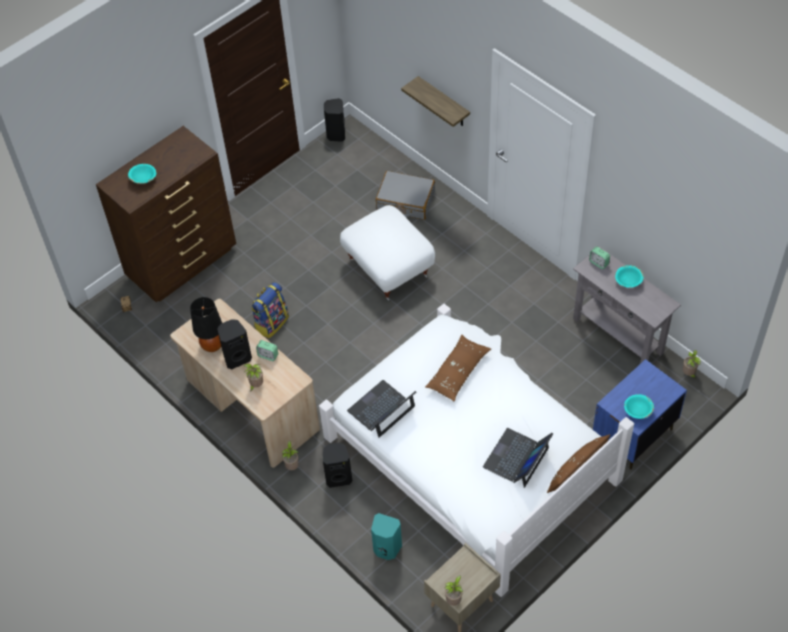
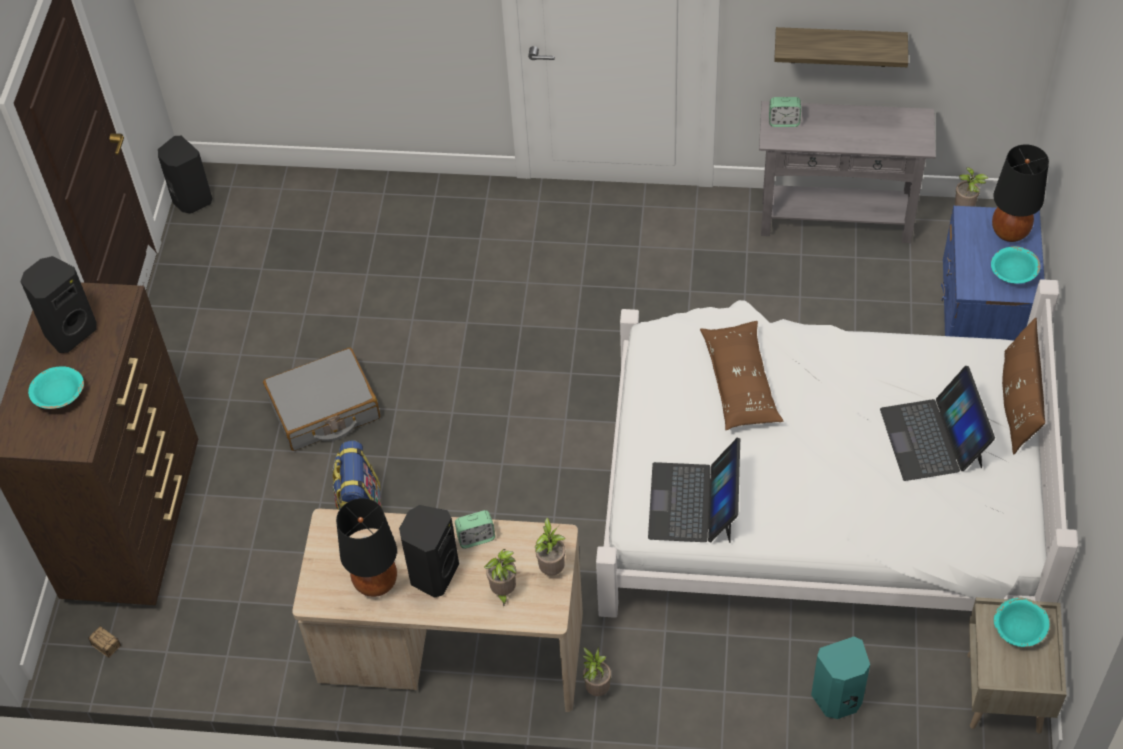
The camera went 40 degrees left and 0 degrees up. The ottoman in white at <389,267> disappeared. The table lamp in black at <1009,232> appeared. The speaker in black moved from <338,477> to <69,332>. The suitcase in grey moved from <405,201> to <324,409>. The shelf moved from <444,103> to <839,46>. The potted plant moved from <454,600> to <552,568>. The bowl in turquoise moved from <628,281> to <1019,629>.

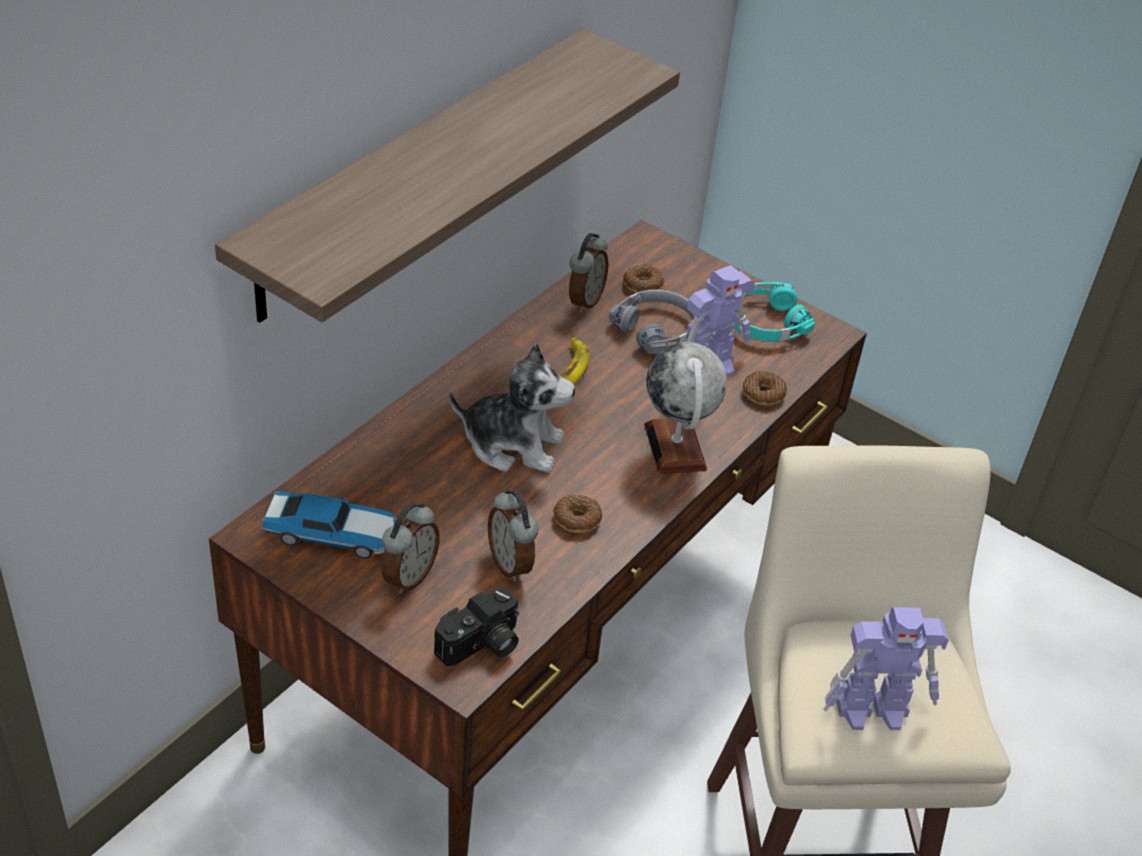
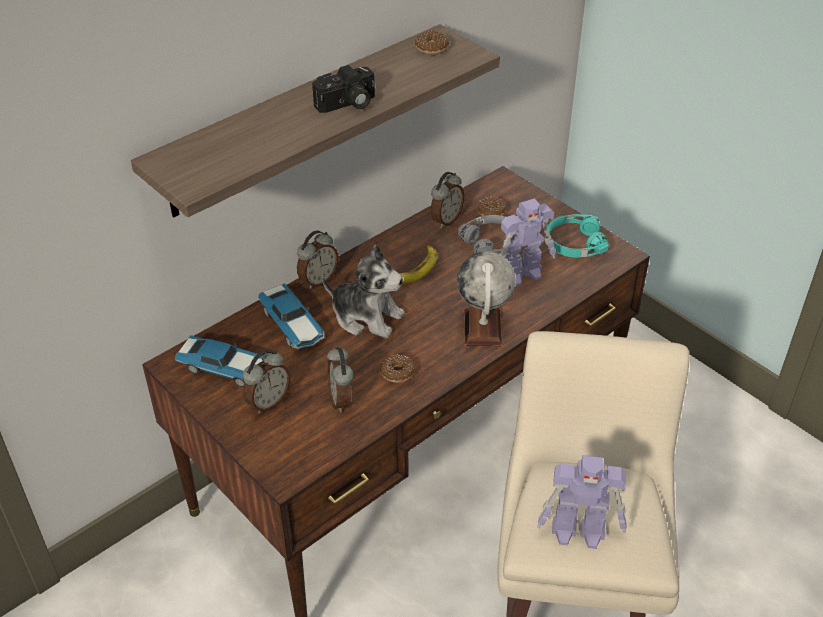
The camera went 15 degrees right and 0 degrees up. The toy car at <292,325> appeared. The alarm clock at <318,280> appeared. The photo camera moved from <481,645> to <347,104>. The donut moved from <763,394> to <432,48>.

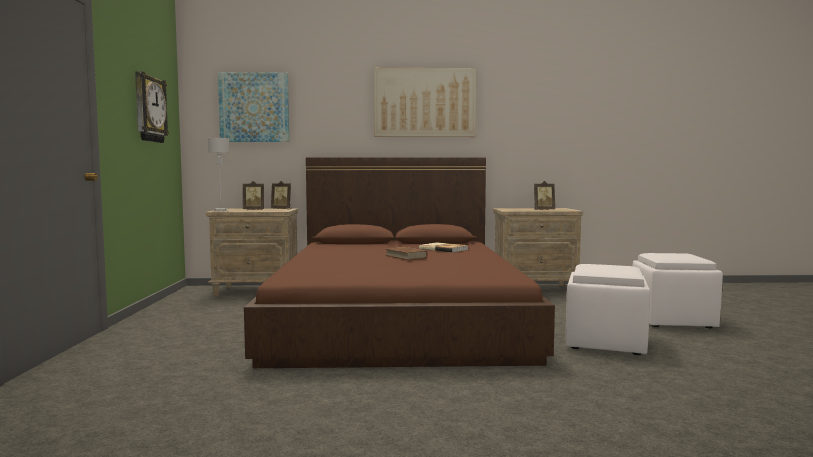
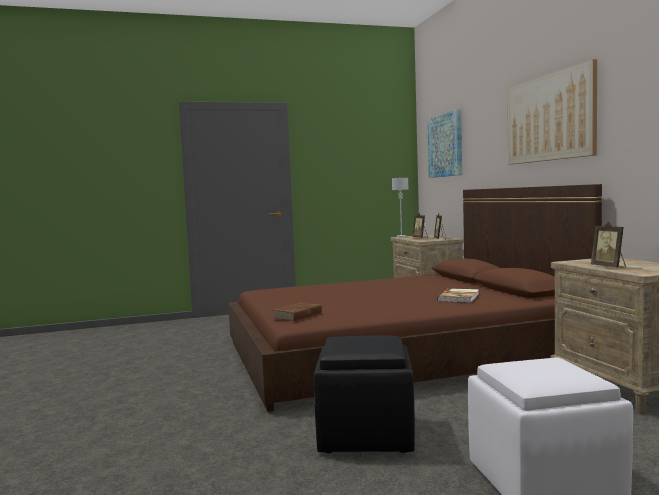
The camera went 75 degrees right and 0 degrees up. The wall clock at <149,109> disappeared. The book in brown moved from <406,256> to <298,315>. The ottoman in white at <606,342> became the ottoman in black at <365,435>.

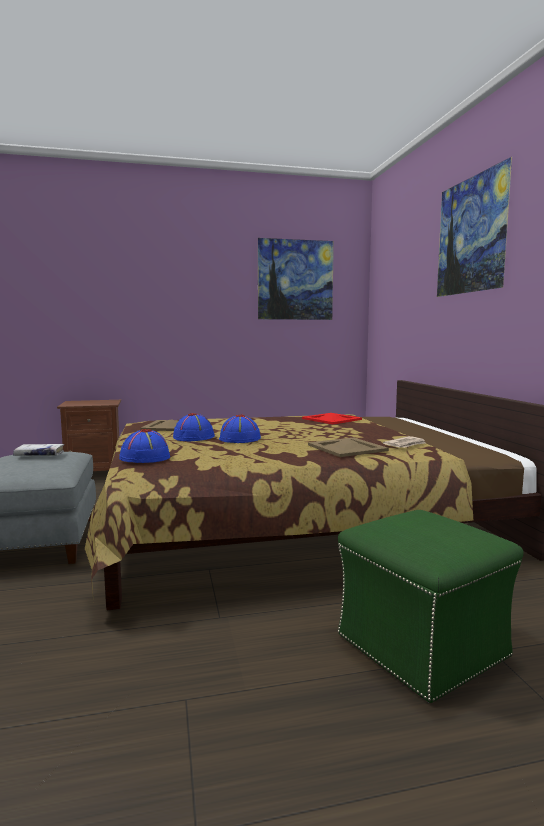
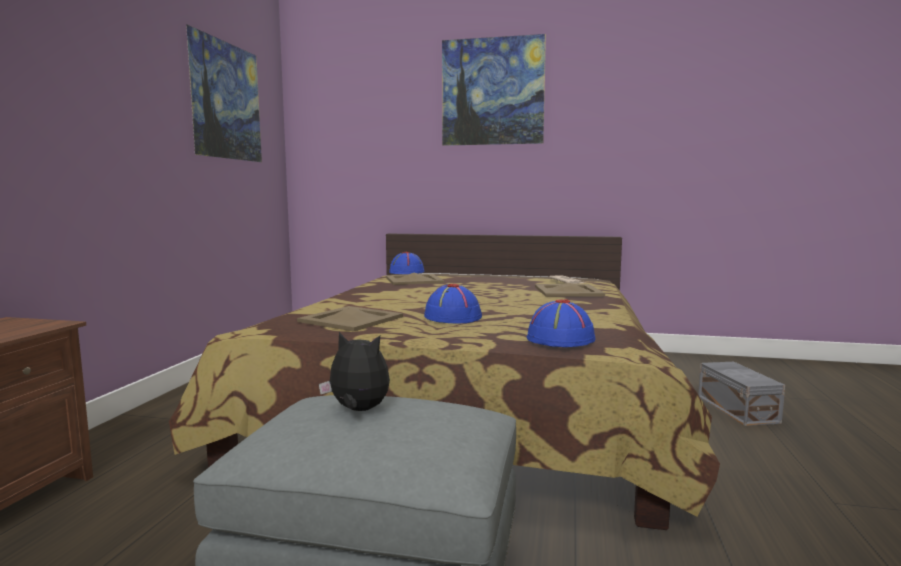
The camera went 65 degrees left and 0 degrees up. The hat in blue moved from <239,439> to <407,272>. The book in white at <39,455> was replaced by the plush toy at <358,410>. The ottoman in green at <423,646> was replaced by the storage box in grey at <737,409>. The tray in red at <331,419> became the tray in beige at <413,280>.

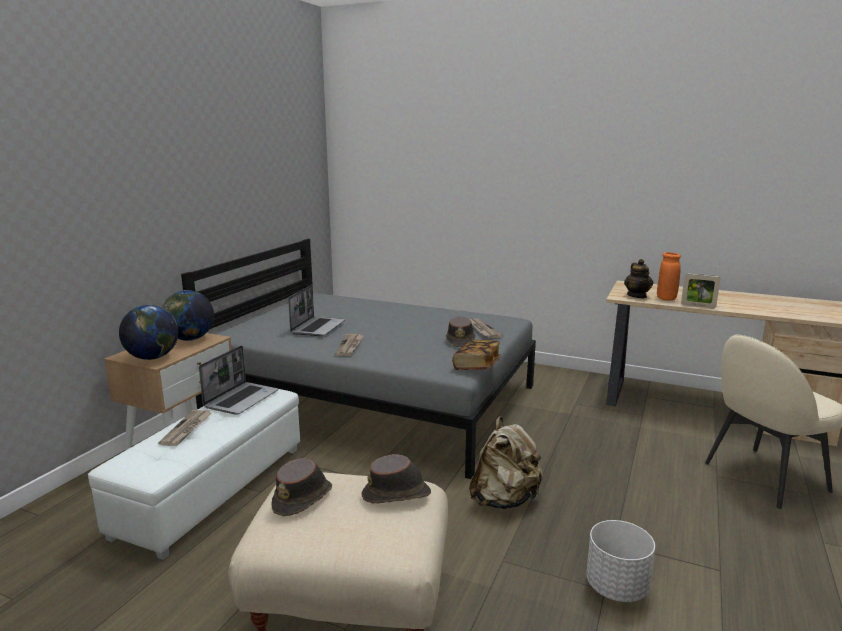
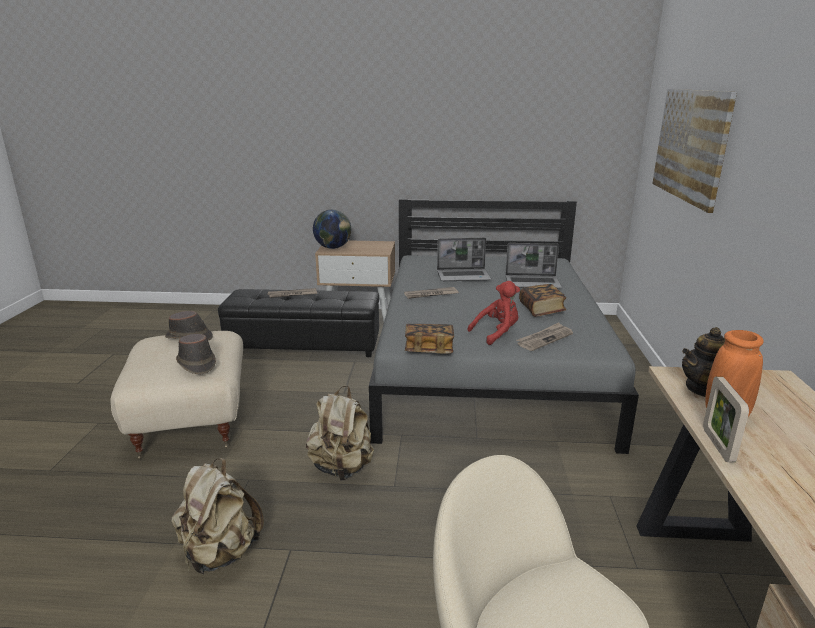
The camera went 70 degrees right and 5 degrees up. The globe at <190,339> disappeared. The book at <541,310> appeared. The picture at <690,145> appeared. The laptop moved from <241,399> to <533,283>. The hat in brown at <460,341> was replaced by the plush toy in red at <497,333>. The planter in white at <616,587> was replaced by the backpack in beige at <220,553>. The ottoman in white at <212,489> became the ottoman in black at <305,345>.

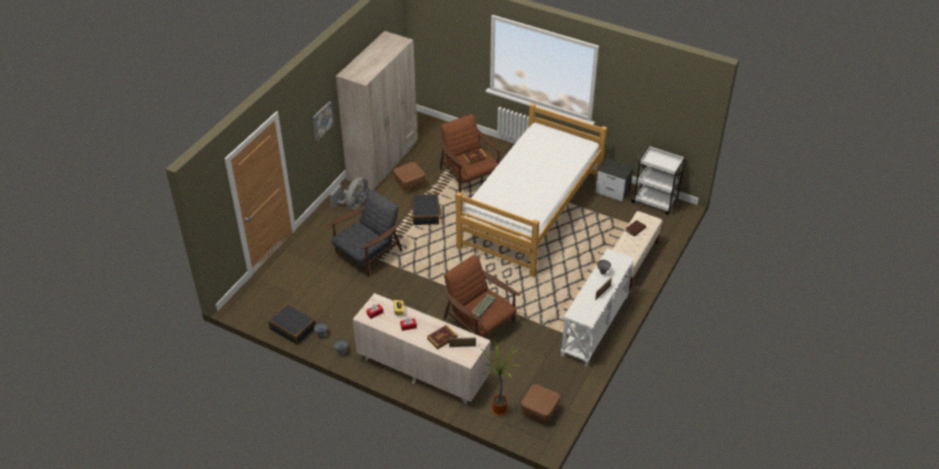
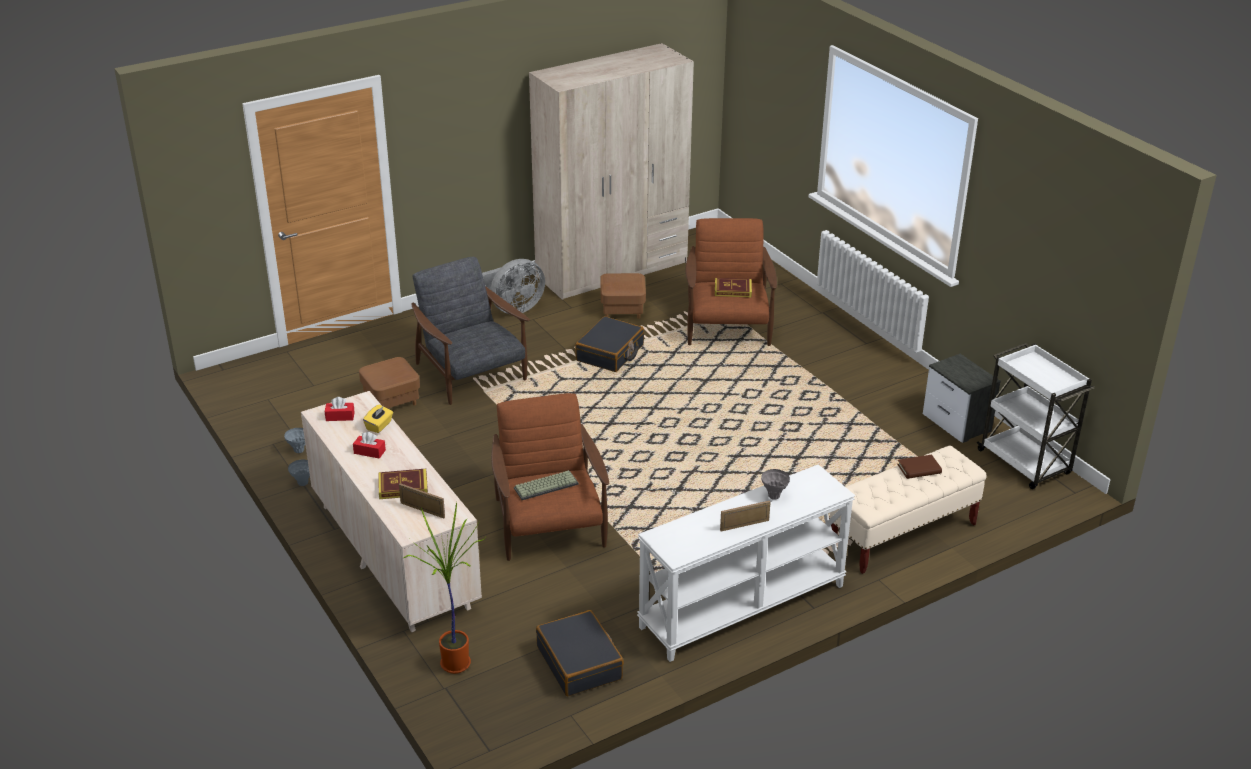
The camera went 30 degrees right and 10 degrees down. The picture at <322,120> disappeared. The bed at <531,213> disappeared. The suitcase in black moved from <293,328> to <580,663>. The ottoman in brown moved from <539,412> to <391,400>. The armchair in grey at <367,254> turned 105 degrees counterclockwise.

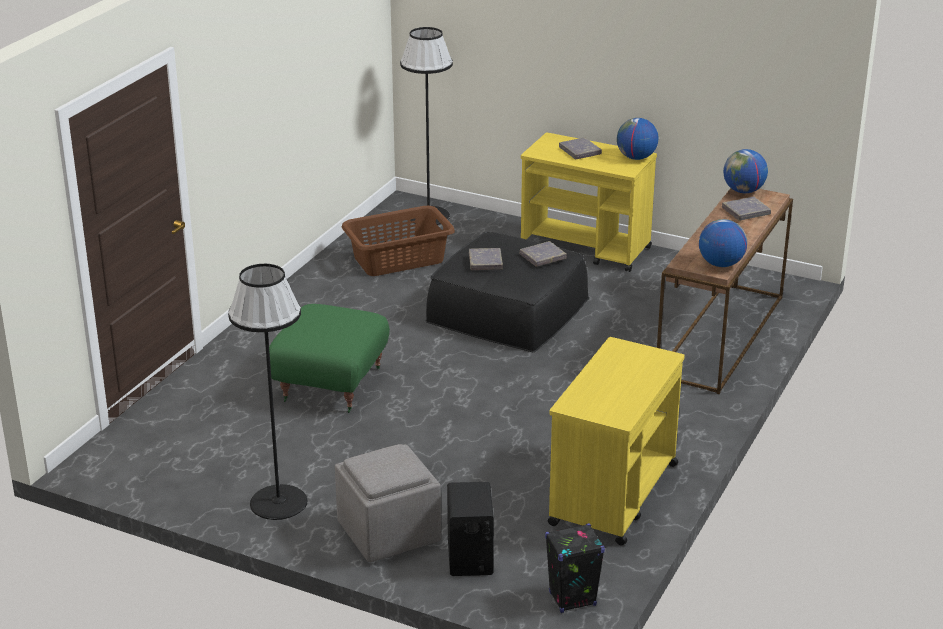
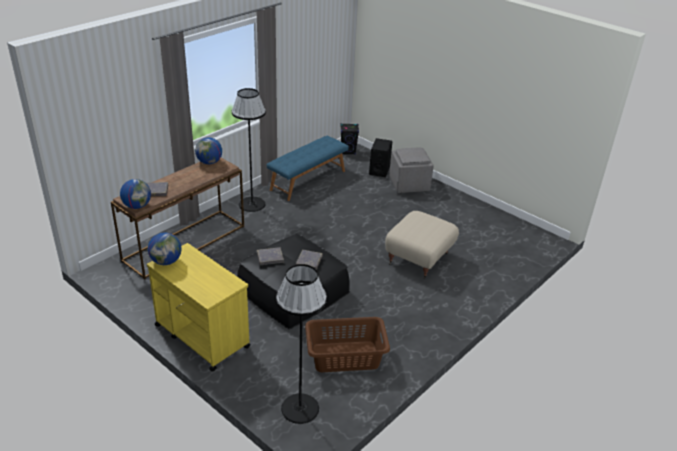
The camera went 165 degrees left and 5 degrees up. The book in grey at <580,151> disappeared. The floor lamp in black moved from <278,502> to <252,204>. The cart in yellow at <613,494> was replaced by the bench in blue at <308,180>. The ottoman in green at <332,384> became the ottoman in beige at <418,259>.

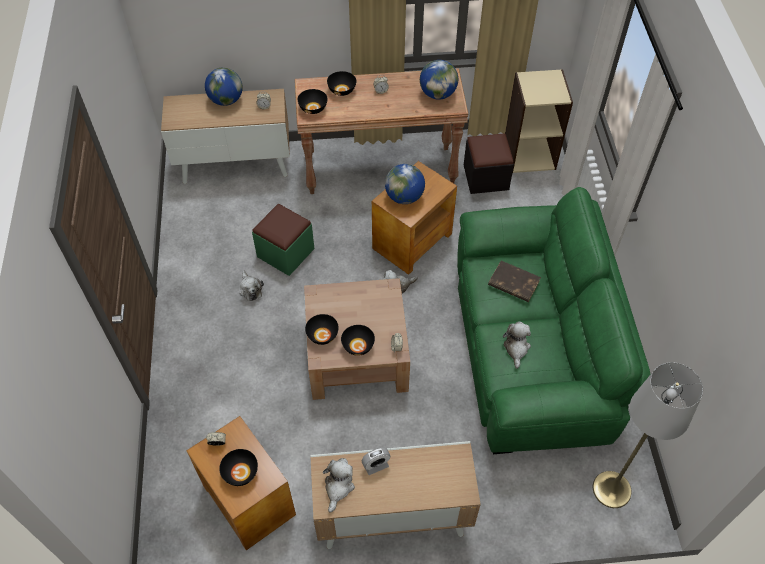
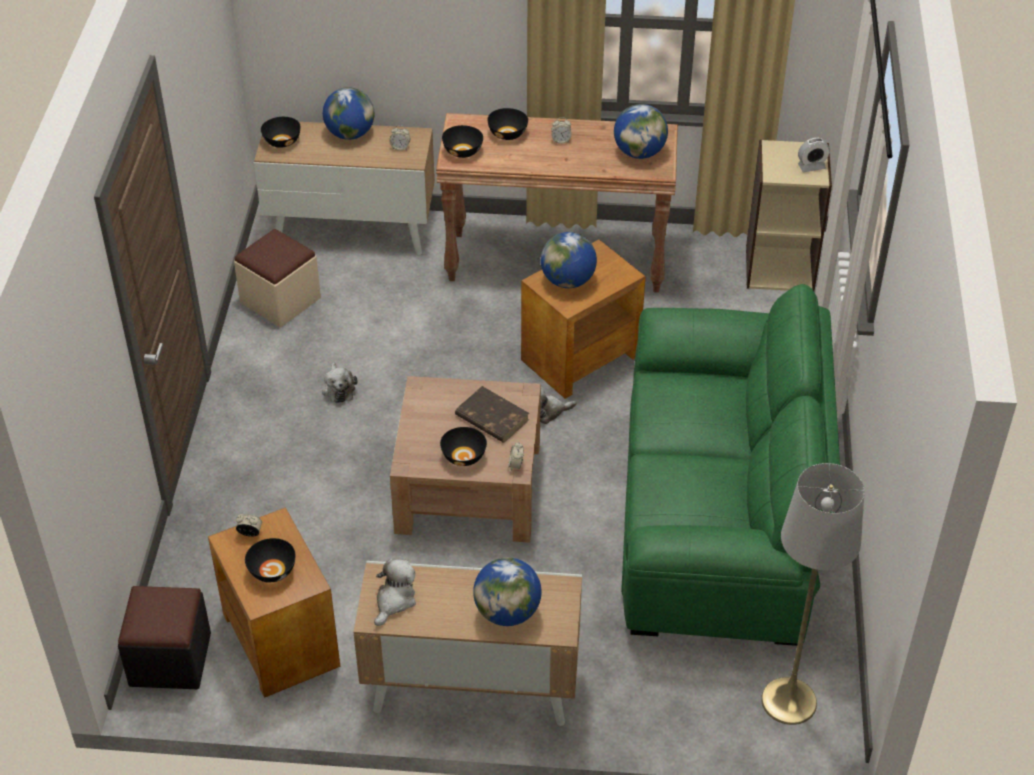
The camera went 10 degrees right and 10 degrees down. The ottoman in green at <285,252> disappeared. The plush toy at <516,348> disappeared. The ottoman in beige at <280,300> appeared. The globe at <507,612> appeared. The bowl in black moved from <322,335> to <282,141>. The alarm clock moved from <376,465> to <811,167>. The ottoman in black moved from <486,177> to <170,659>. The book in brown moved from <513,283> to <491,417>.

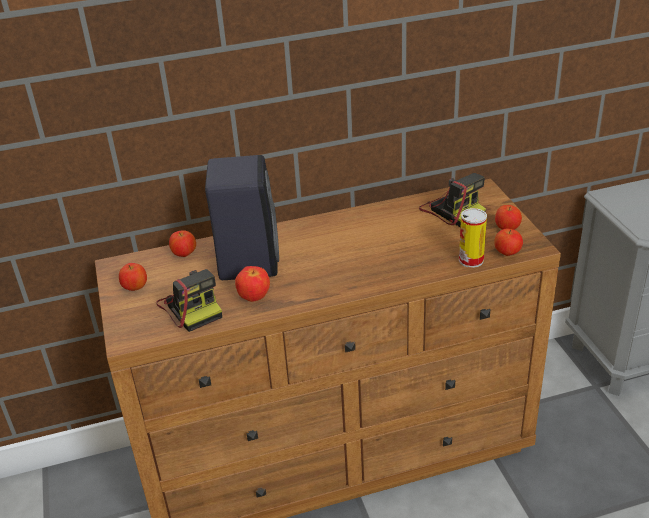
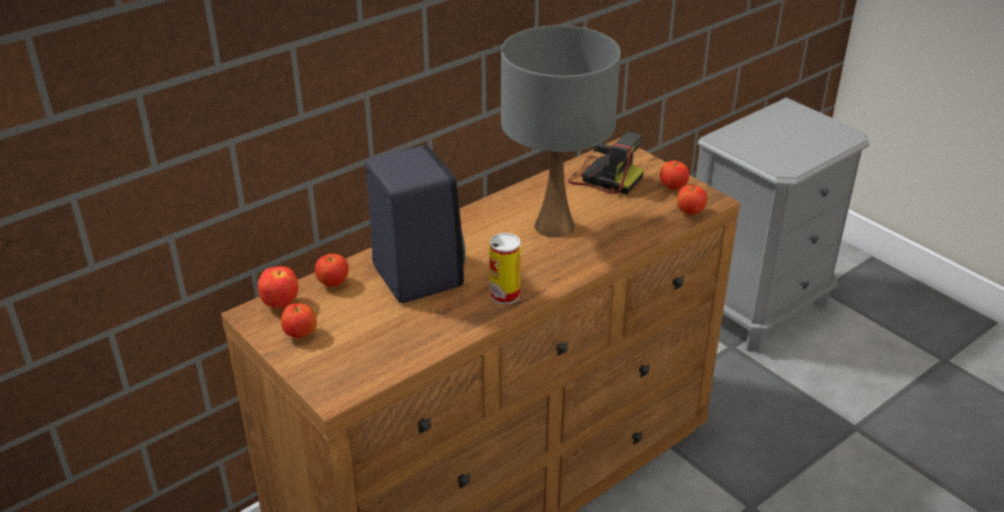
The camera went 25 degrees left and 0 degrees up. The photo camera at <191,307> disappeared. The table lamp in grey at <554,226> appeared. The apple moved from <254,298> to <281,304>. The can moved from <471,260> to <504,295>.

